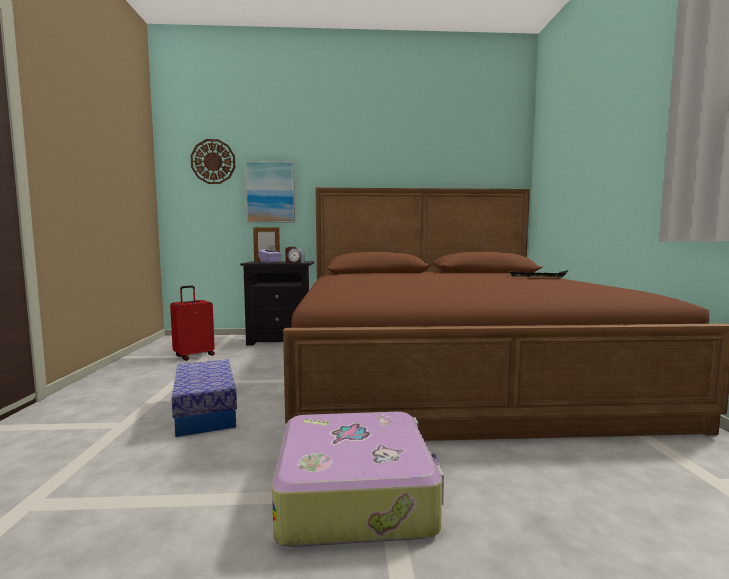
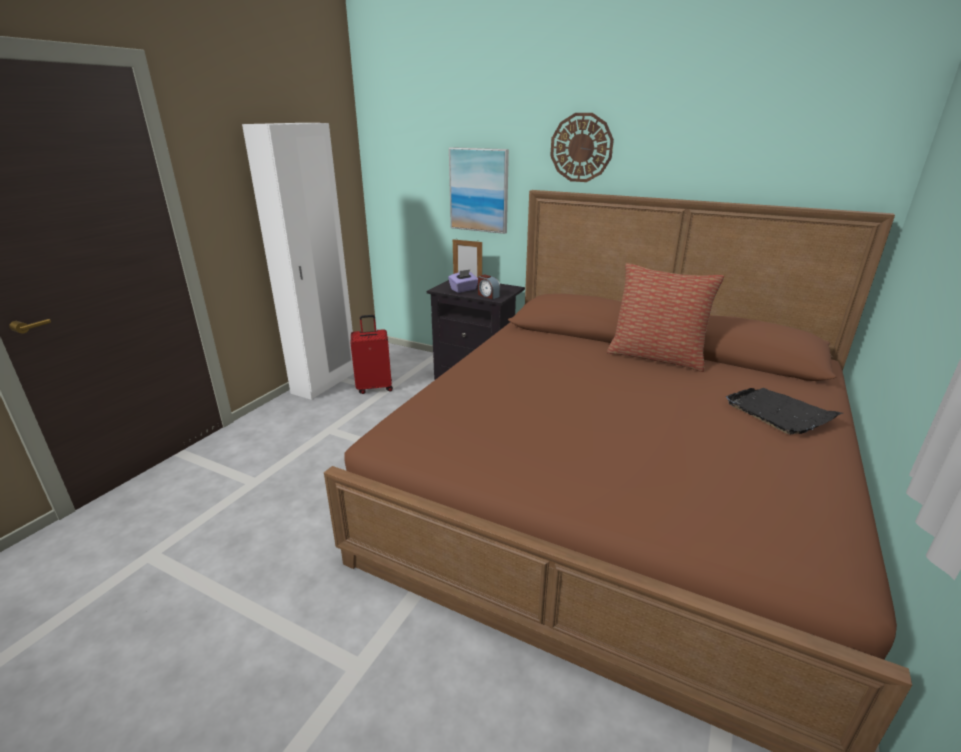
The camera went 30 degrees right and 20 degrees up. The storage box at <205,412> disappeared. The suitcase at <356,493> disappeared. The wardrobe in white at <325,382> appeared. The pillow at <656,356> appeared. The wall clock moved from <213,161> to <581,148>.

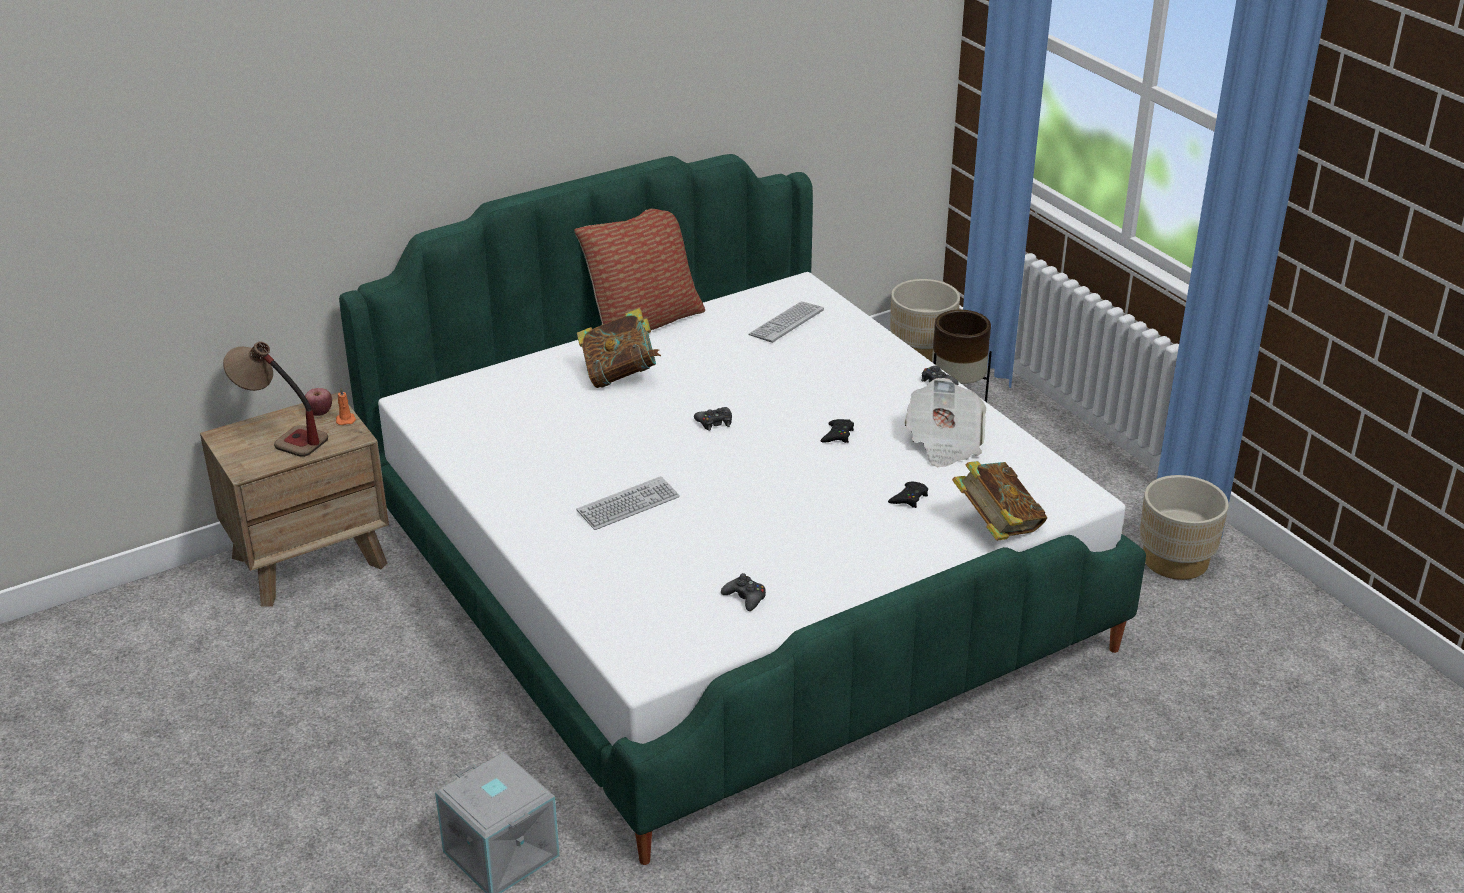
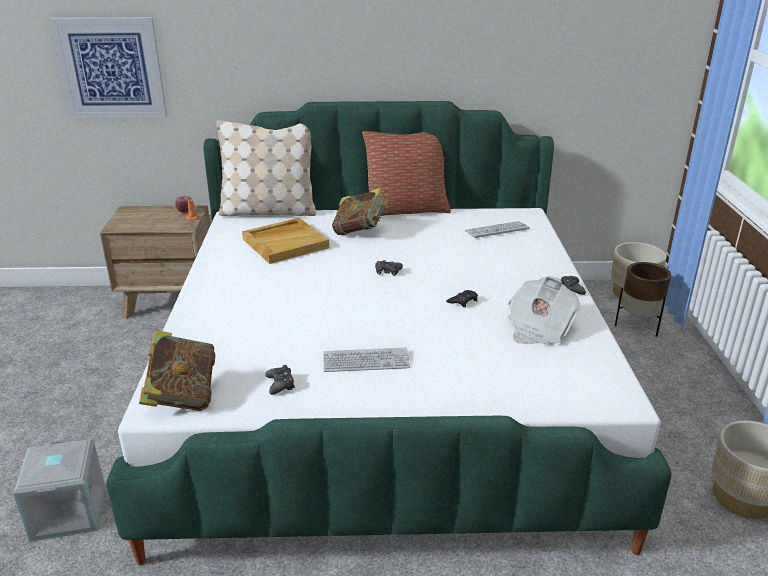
The camera went 30 degrees right and 5 degrees down. The table lamp at <280,437> disappeared. The game controller in black at <909,498> disappeared. The picture at <111,68> appeared. The pillow in beige at <268,211> appeared. The tray in beige at <285,243> appeared. The keyboard moved from <628,505> to <366,361>. The book moved from <997,526> to <182,396>.

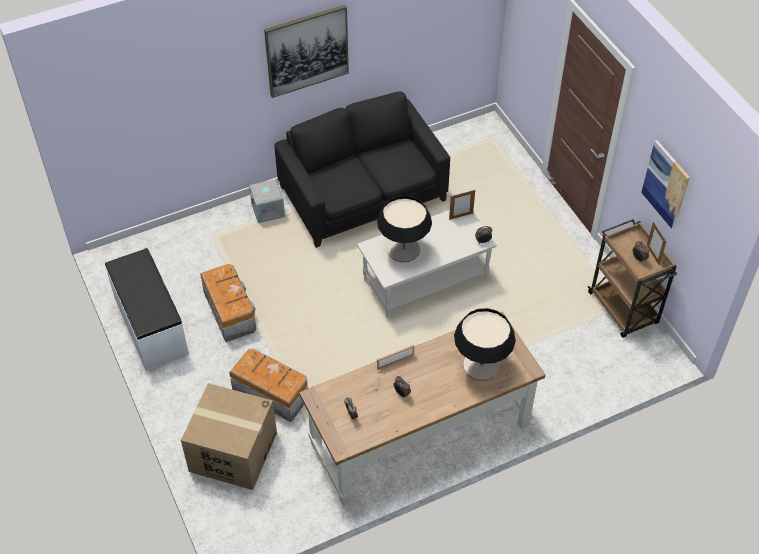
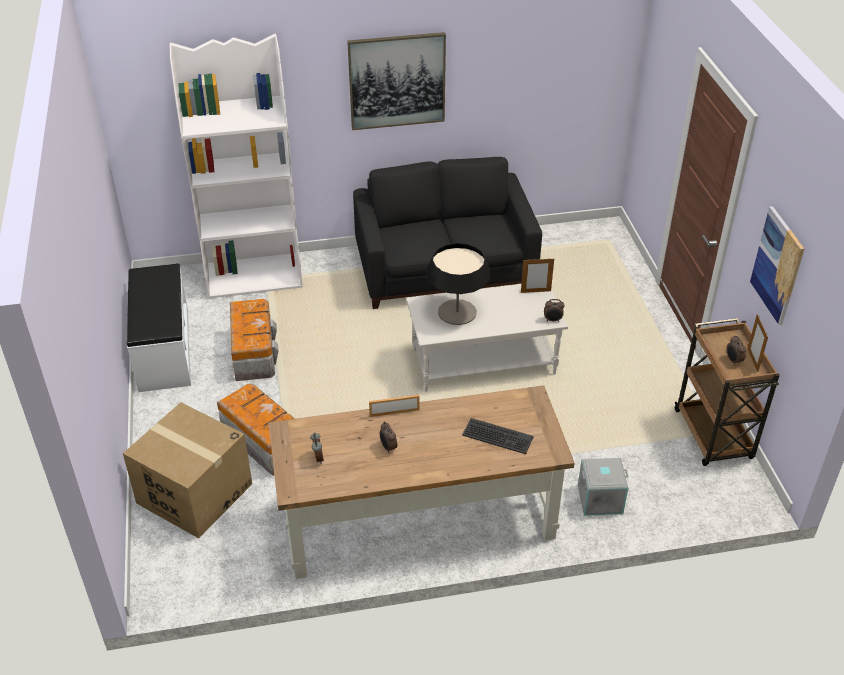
The camera went 15 degrees right and 10 degrees down. The bookcase in white at <254,276> appeared. The storage box in grey moved from <268,210> to <600,498>. The table lamp at <481,365> was replaced by the keyboard at <497,437>.

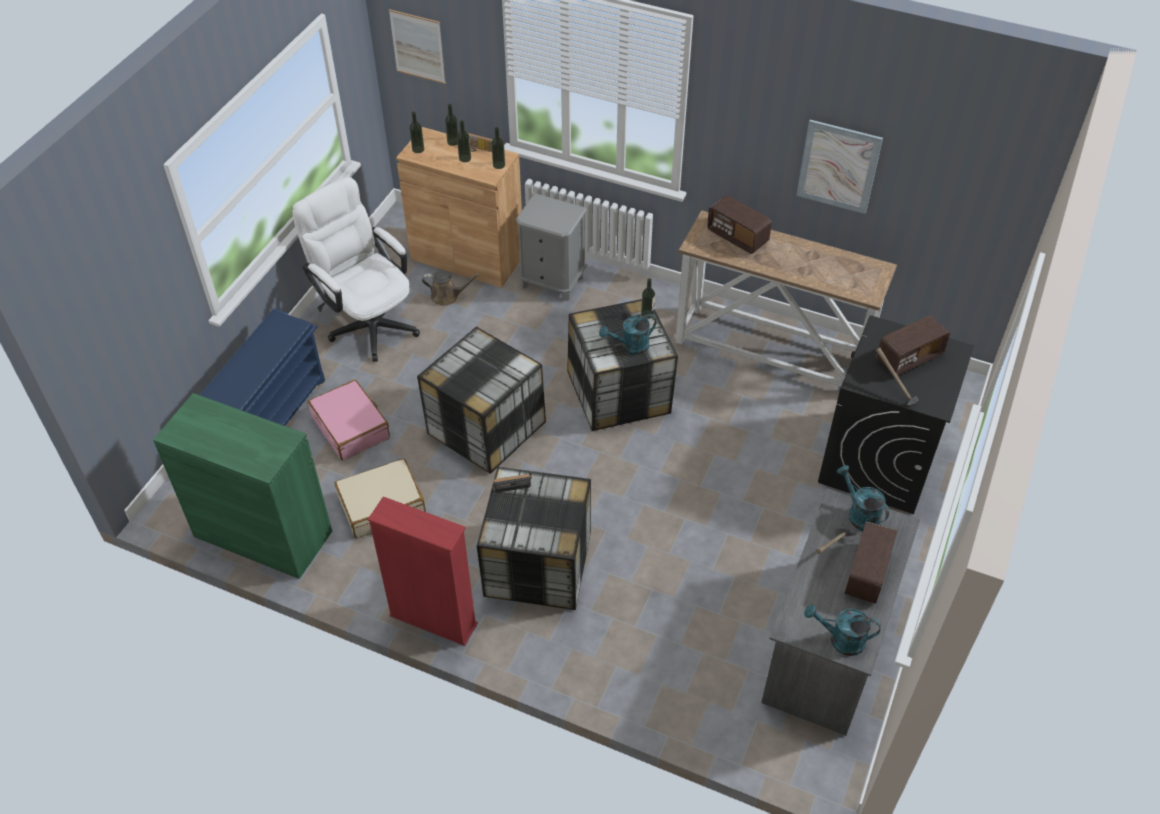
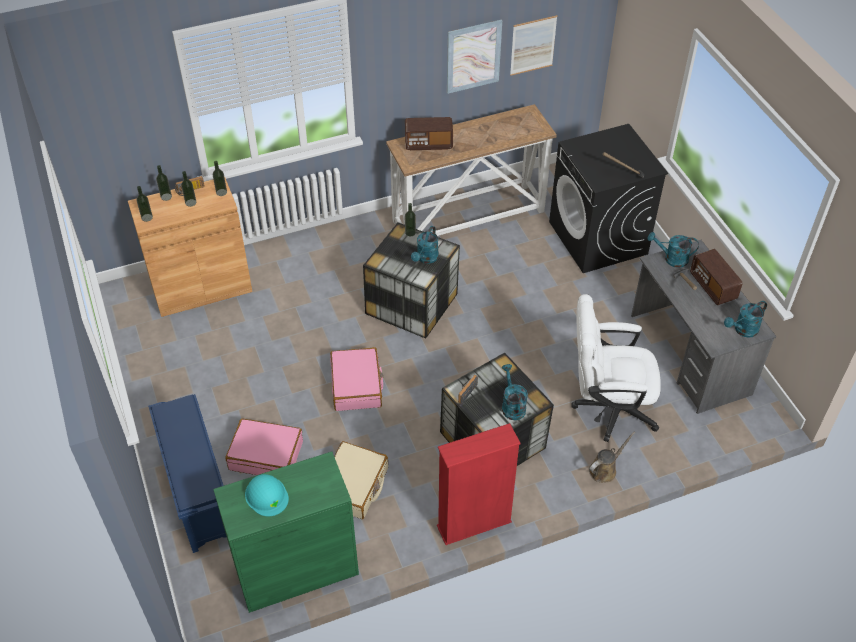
The camera went 45 degrees left and 0 degrees up. The nightstand in grey at <552,281> disappeared. The radio at <909,358> disappeared. The hard hat in turquoise at <266,495> appeared. The watering can in turquoise at <512,405> appeared. The office chair in white moved from <368,322> to <607,408>. The picture moved from <417,46> to <533,45>. The watering can in brown moved from <447,296> to <604,469>. The storage box at <486,427> was replaced by the suitcase in pink at <357,385>.

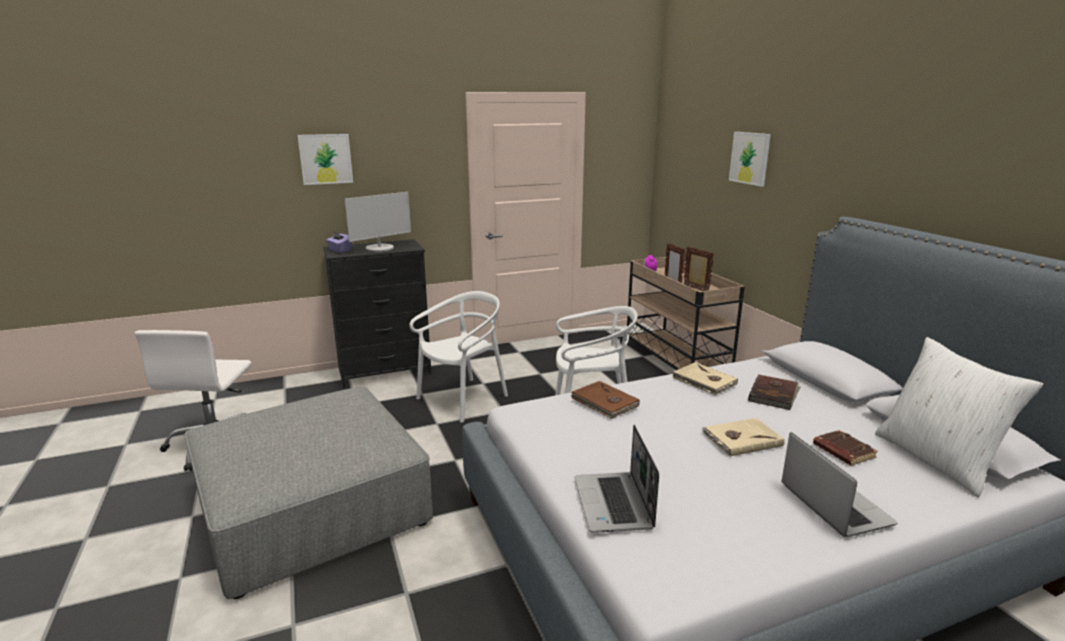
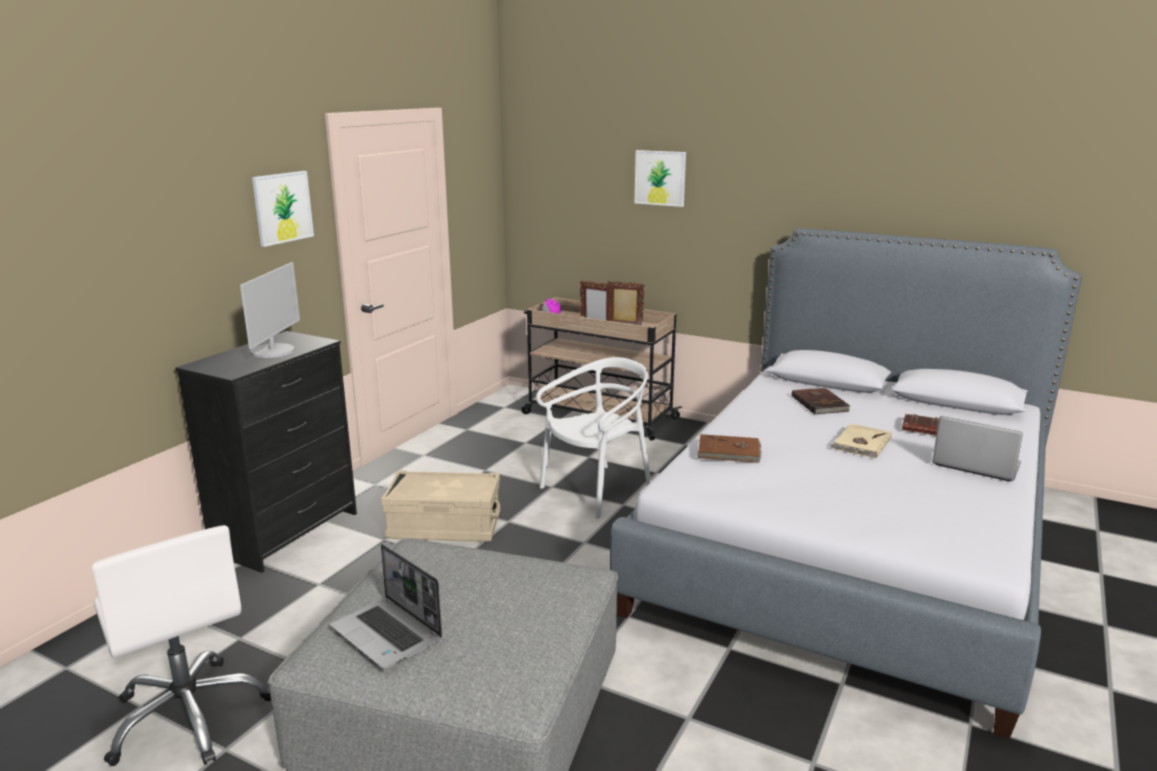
The camera went 40 degrees left and 0 degrees up. The tissue box in purple at <340,250> disappeared. The book in beige at <704,381> disappeared. The pillow in white at <937,460> disappeared. The picture moved from <325,159> to <282,207>. The laptop moved from <614,504> to <388,634>. The chair in white at <463,399> was replaced by the storage box in beige at <444,526>.

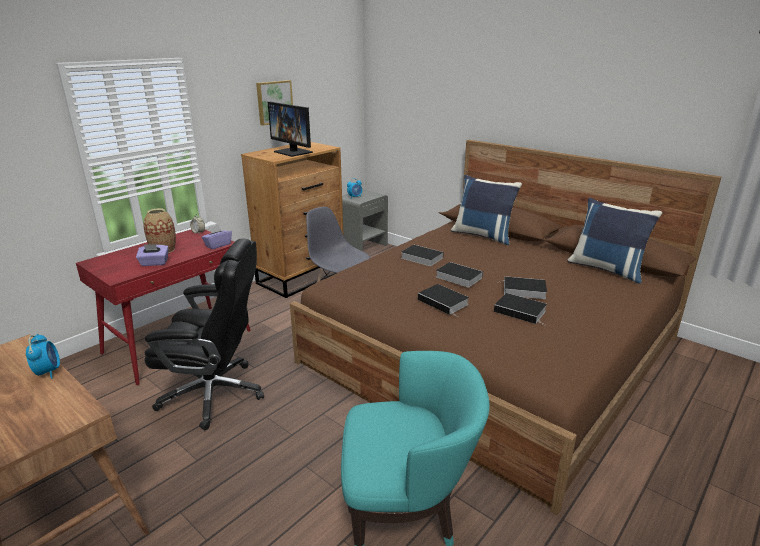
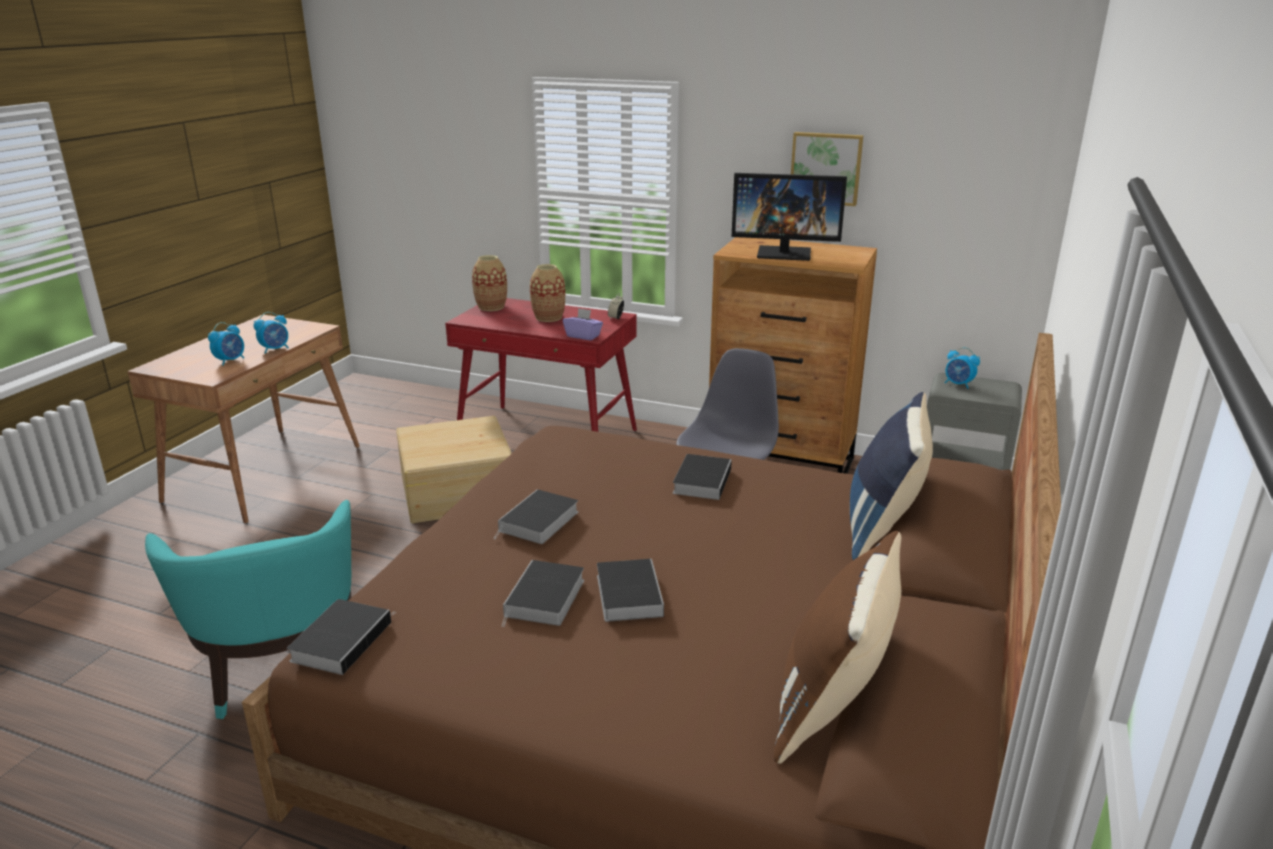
The camera went 70 degrees right and 0 degrees up. The tissue box in purple at <154,263> disappeared. The alarm clock at <230,361> appeared. The vase at <491,307> appeared. The book moved from <457,277> to <342,639>. The office chair in black at <215,394> was replaced by the storage box in beige at <456,490>. The pillow in blue at <607,269> became the pillow in brown at <832,709>. The monitor at <293,152> turned 105 degrees counterclockwise.

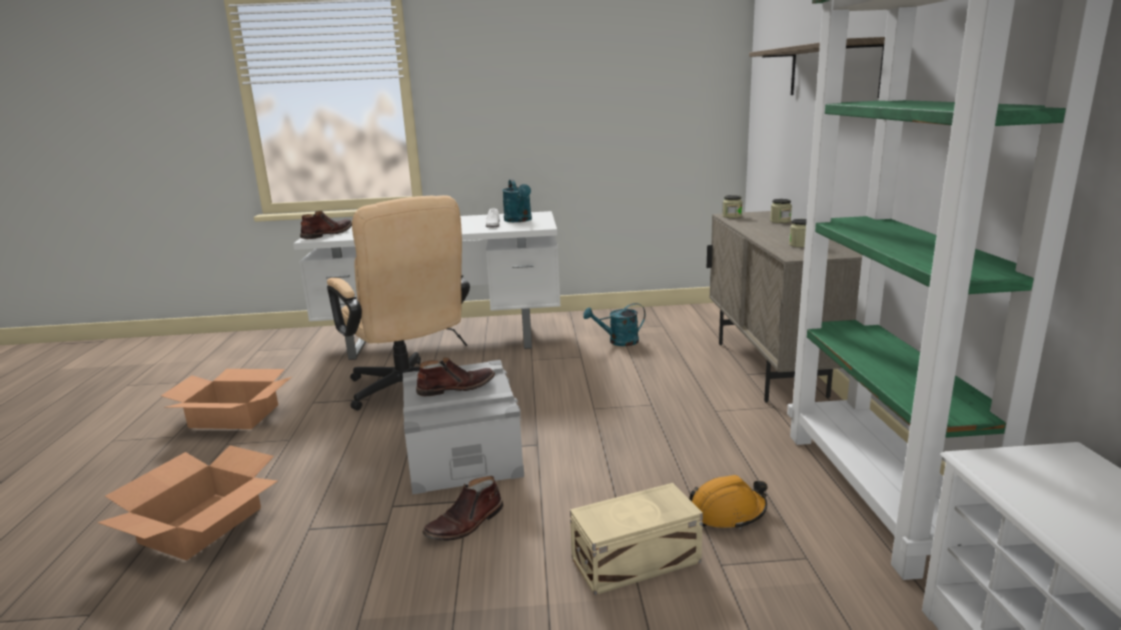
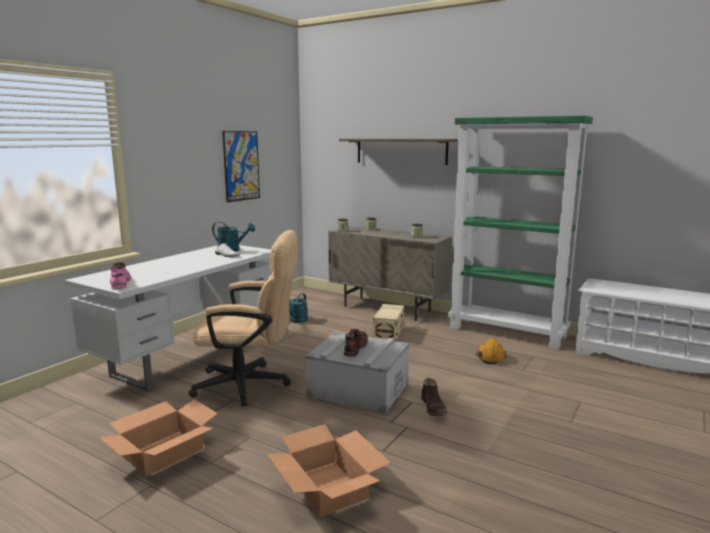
The camera went 55 degrees left and 5 degrees down. The picture at <241,166> appeared. The storage box in beige moved from <638,560> to <389,332>. The boot in brown at <327,234> became the boot in pink at <120,283>.

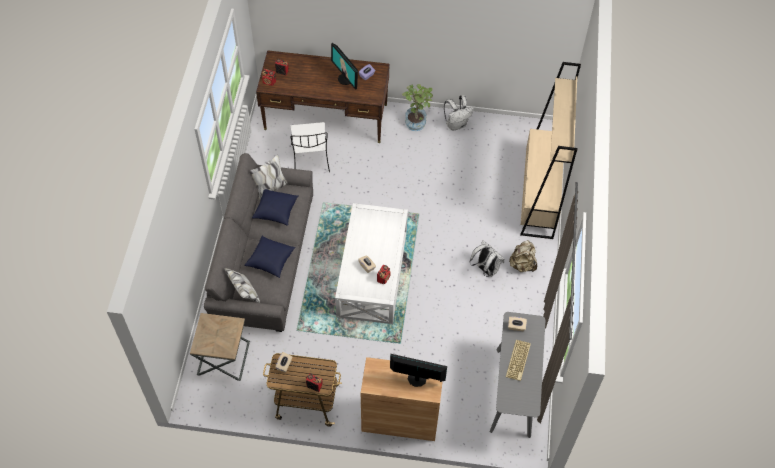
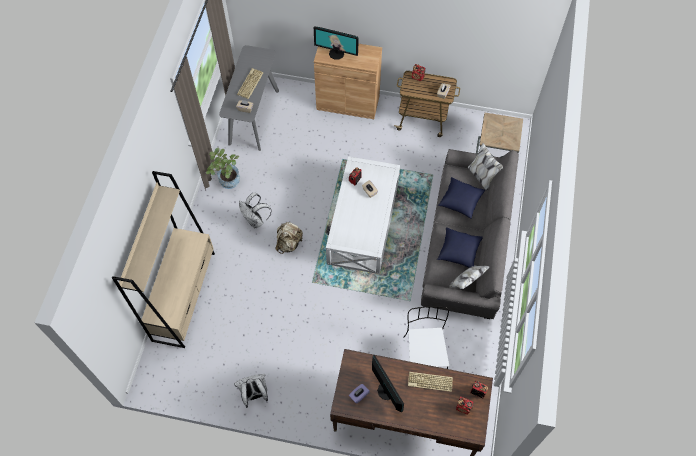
The camera went 175 degrees left and 5 degrees up. The keyboard at <429,382> appeared. The potted plant moved from <417,121> to <227,182>. The backpack in beige moved from <522,264> to <289,243>.

